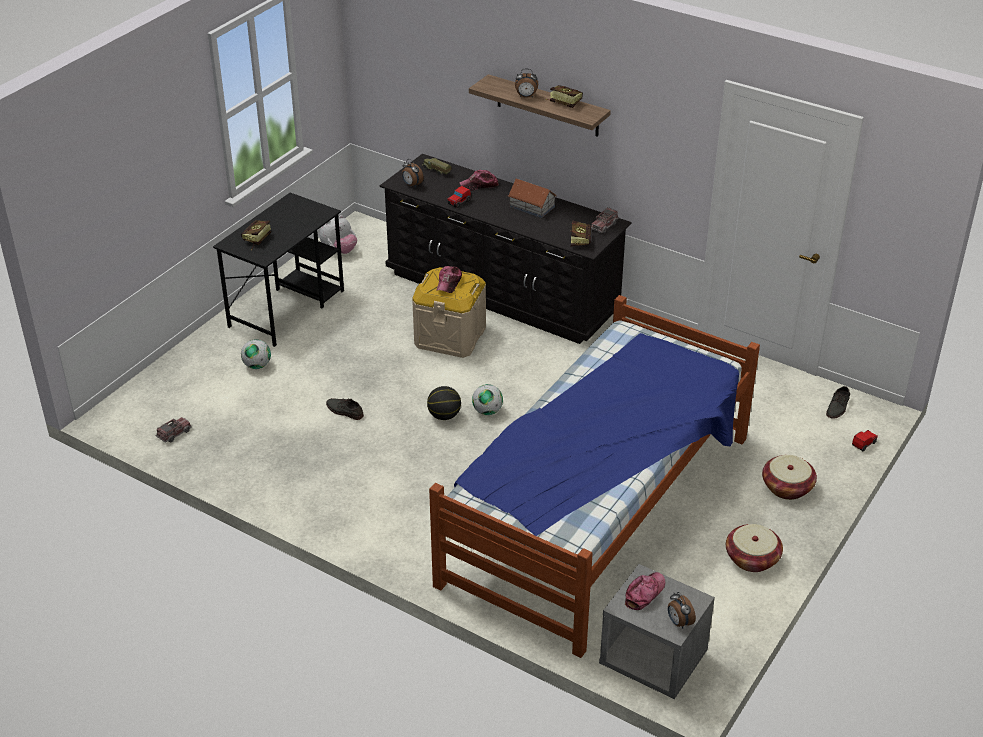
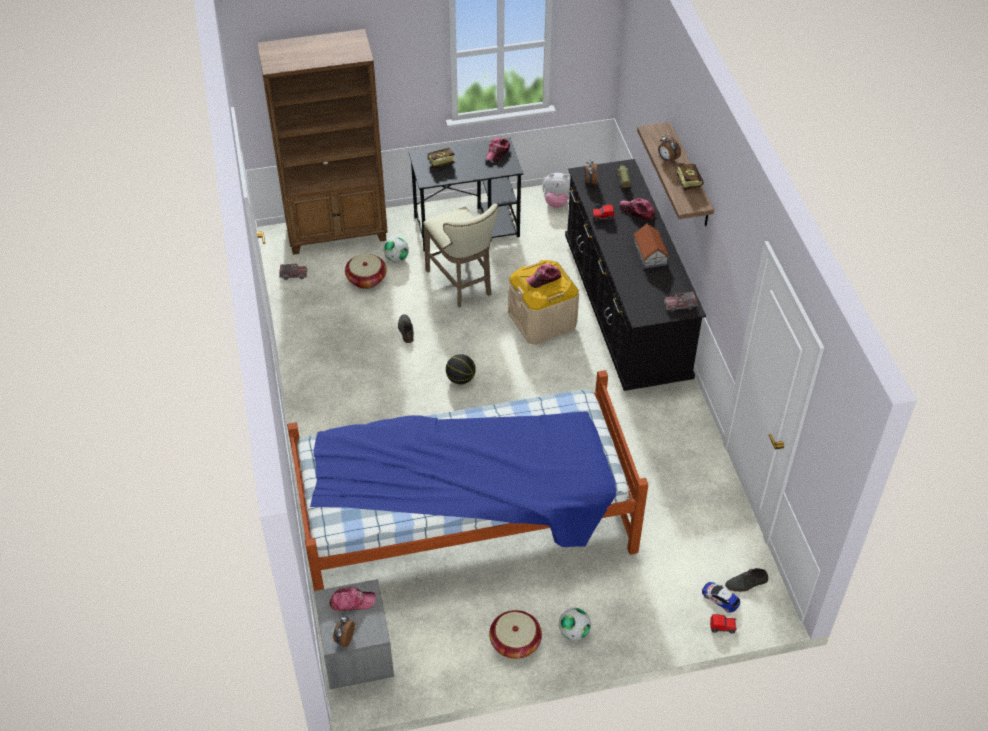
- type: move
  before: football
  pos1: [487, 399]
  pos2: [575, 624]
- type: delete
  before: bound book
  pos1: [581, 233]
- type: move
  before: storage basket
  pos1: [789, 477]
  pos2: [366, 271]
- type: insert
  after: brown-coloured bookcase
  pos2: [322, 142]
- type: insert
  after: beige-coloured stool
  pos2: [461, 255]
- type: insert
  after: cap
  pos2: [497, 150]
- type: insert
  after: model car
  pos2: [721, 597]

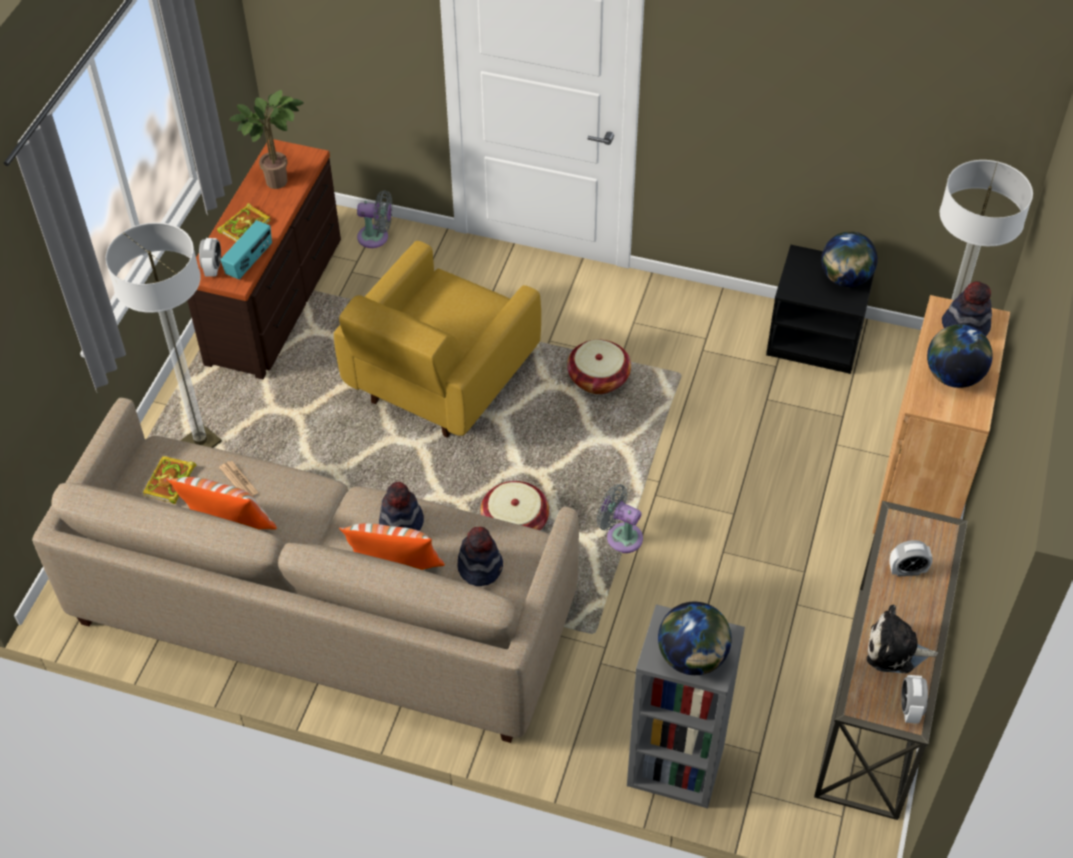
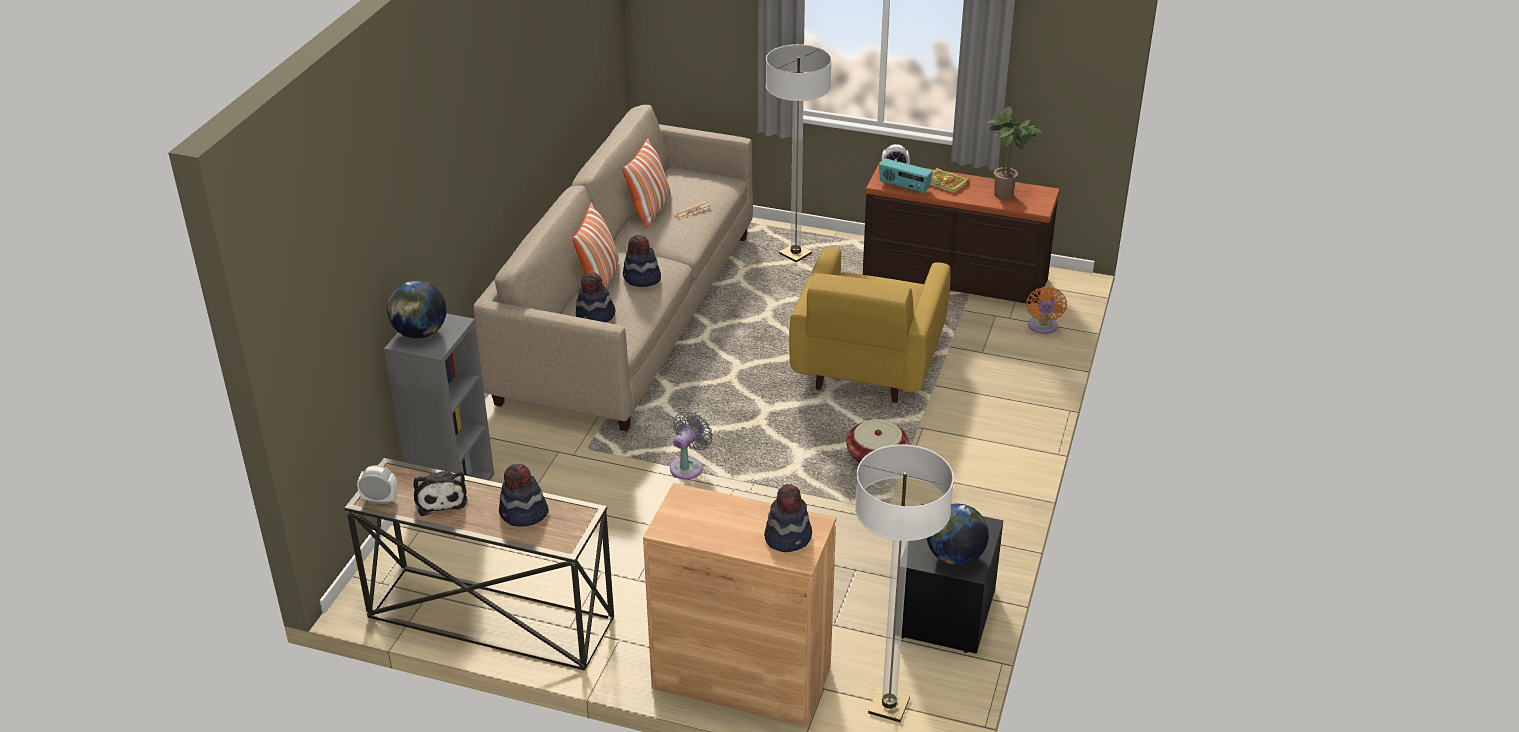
- type: delete
  before: bound book
  pos1: [169, 480]
- type: rotate
  before: yellowish lounge chair
  pos1: [437, 339]
  pos2: [869, 324]
  turn: -105
- type: recolor
  before: greyish fan
  after: orangey fan
  pos1: [374, 219]
  pos2: [1046, 310]
- type: delete
  before: storage basket
  pos1: [515, 505]
- type: rotate
  before: cuddly toy
  pos1: [902, 639]
  pos2: [440, 493]
  turn: 150
- type: replace
  before: table clock
  after: hat
  pos1: [911, 558]
  pos2: [524, 495]
- type: delete
  before: globe
  pos1: [960, 356]

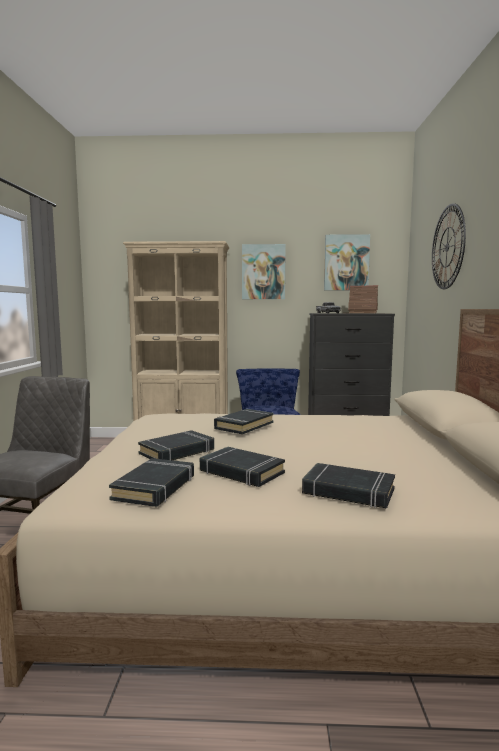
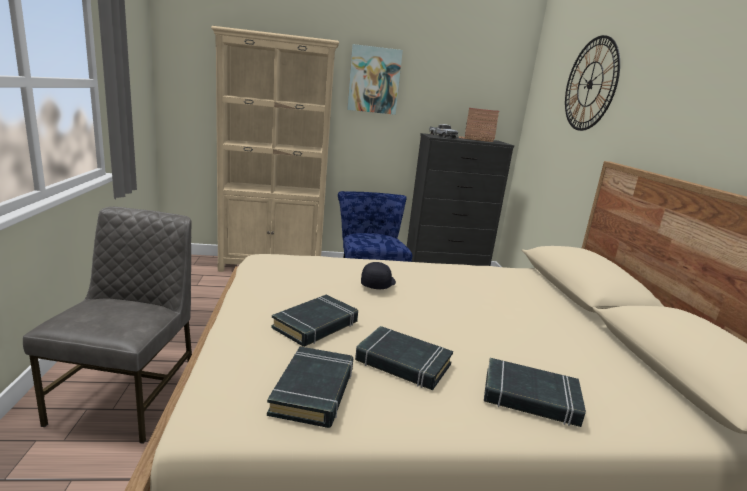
- type: replace
  before: blackish bound book
  after: blackish cap
  pos1: [244, 421]
  pos2: [378, 276]
- type: delete
  before: wall picture
  pos1: [347, 262]

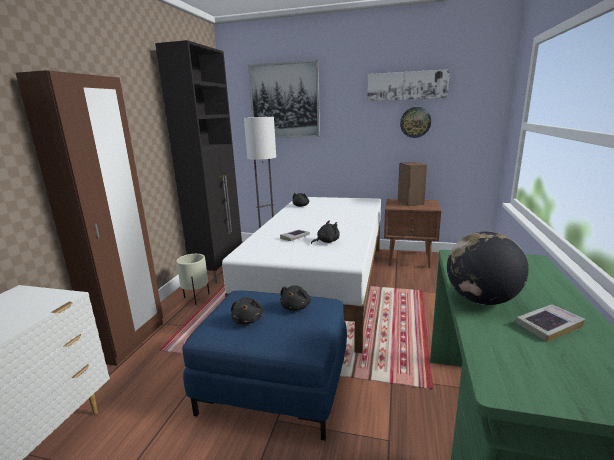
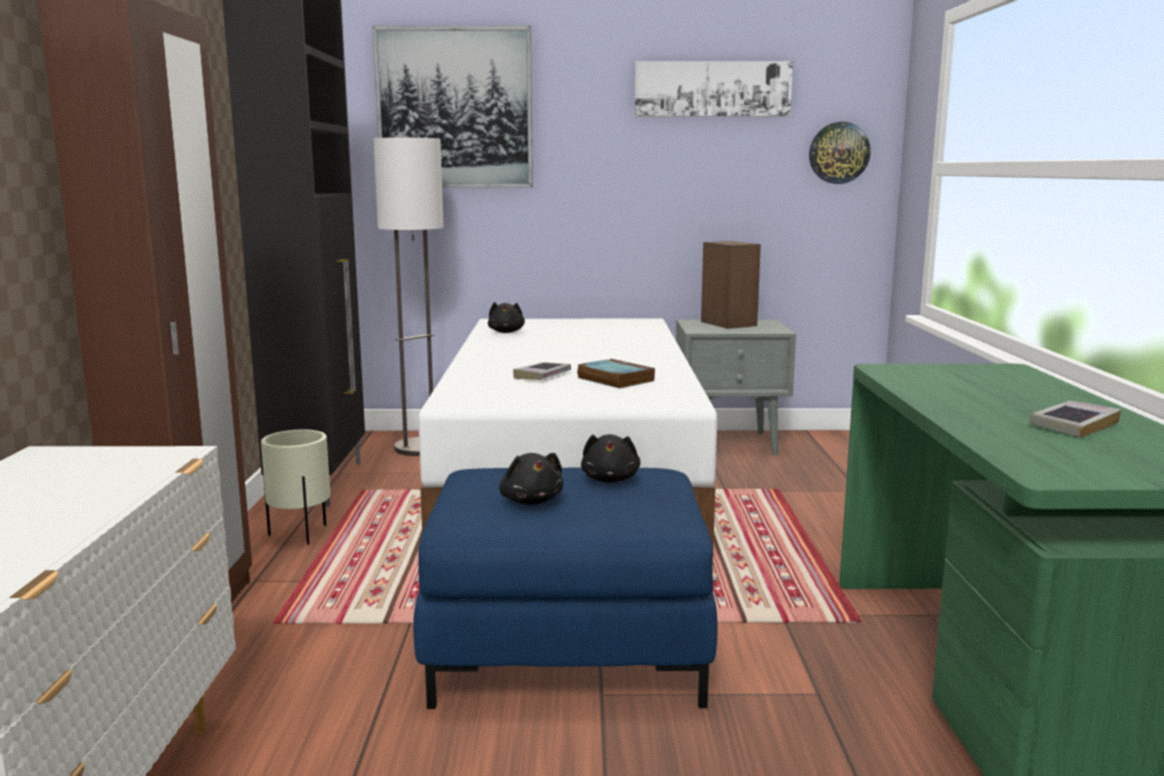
- type: replace
  before: blackish cuddly toy
  after: bound book
  pos1: [325, 232]
  pos2: [616, 373]
- type: recolor
  before: brown-coloured night table
  after: greyish night table
  pos1: [412, 233]
  pos2: [736, 387]
- type: move
  before: hanging clock
  pos1: [415, 122]
  pos2: [840, 153]
- type: delete
  before: globe
  pos1: [488, 268]

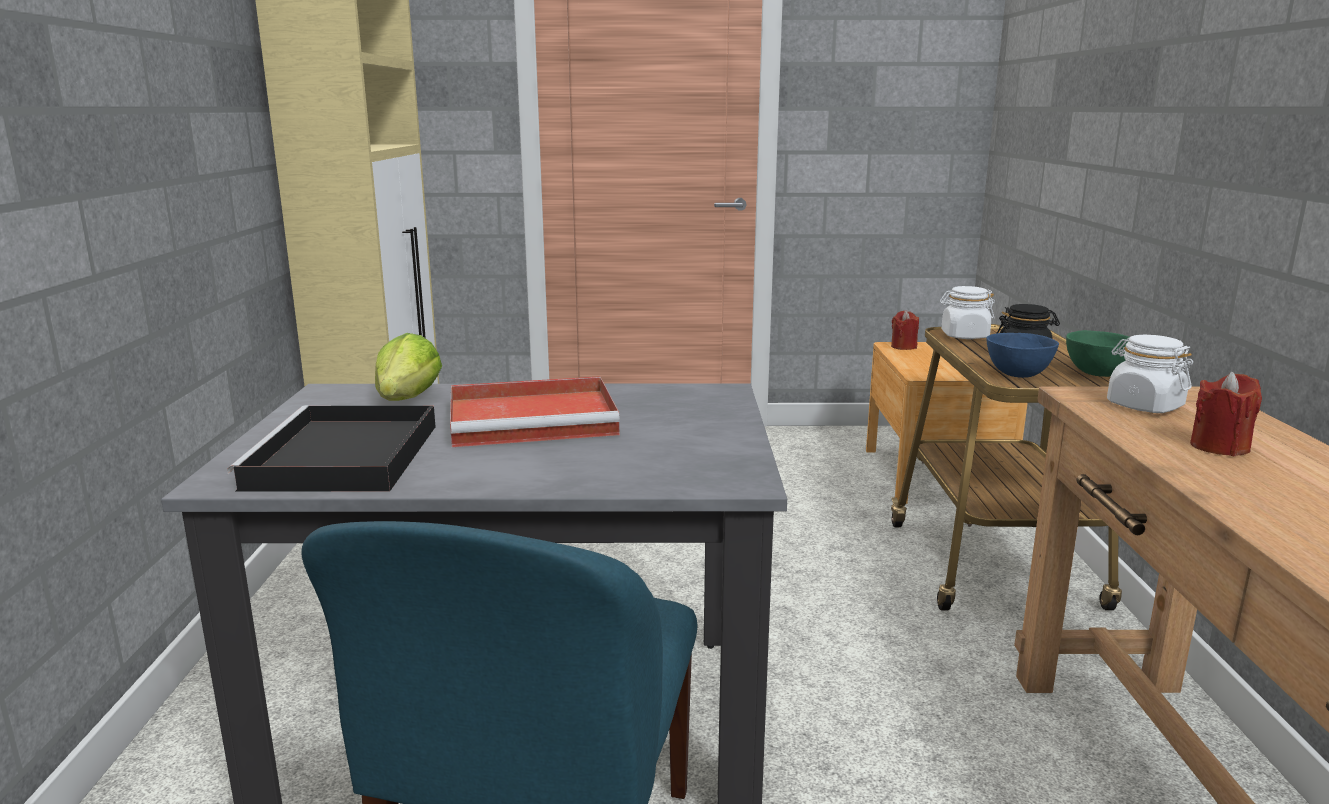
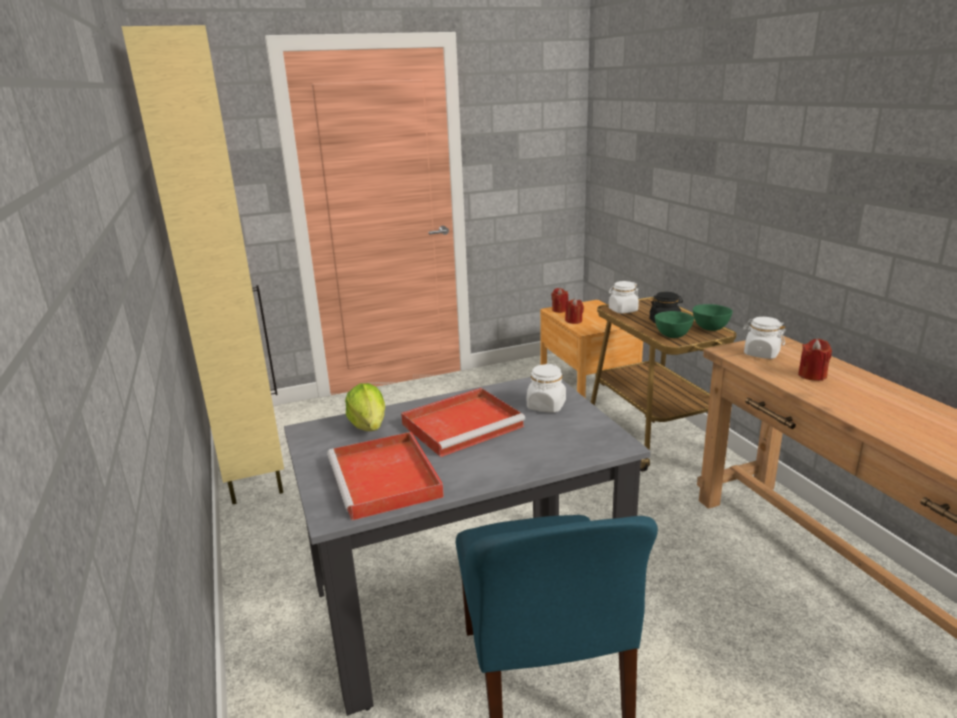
- type: recolor
  before: blackish carrying tray
  after: red-coloured carrying tray
  pos1: [331, 448]
  pos2: [385, 476]
- type: recolor
  before: blue-coloured bowl
  after: greenish bowl
  pos1: [1023, 355]
  pos2: [674, 324]
- type: insert
  after: whitish preserve jar
  pos2: [546, 388]
- type: insert
  after: red-coloured candle
  pos2: [574, 311]

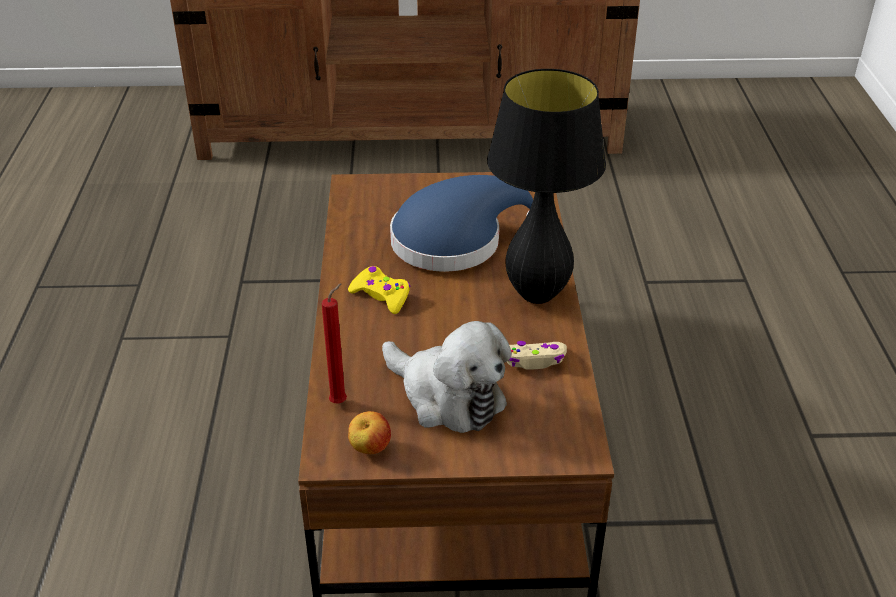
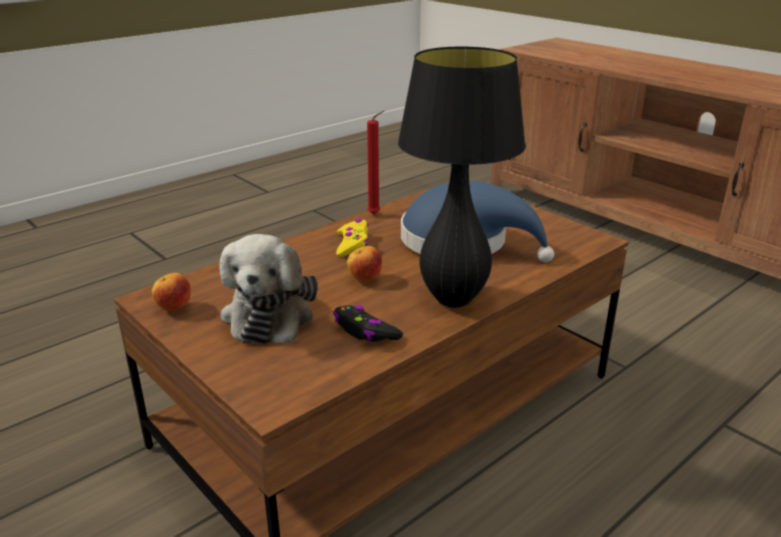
- type: move
  before: red-coloured candle
  pos1: [334, 343]
  pos2: [375, 162]
- type: recolor
  before: beige-coloured joypad
  after: blackish joypad
  pos1: [537, 355]
  pos2: [368, 323]
- type: insert
  after: apple fruit
  pos2: [364, 264]

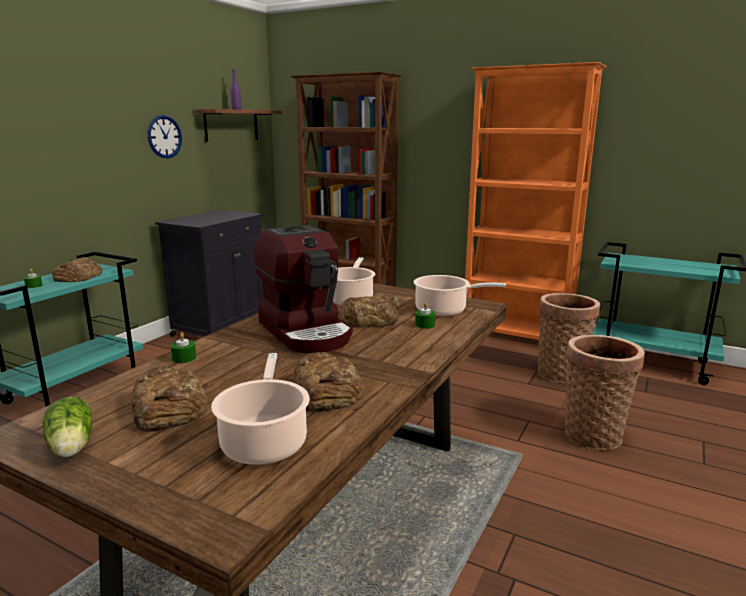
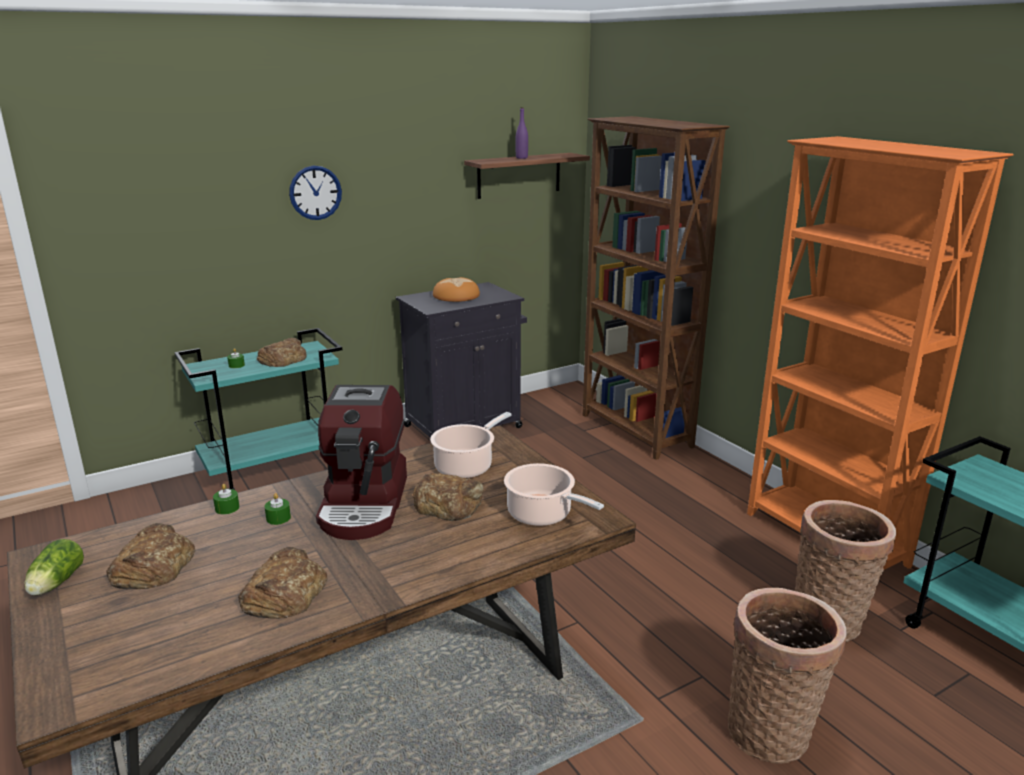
- type: move
  before: hanging clock
  pos1: [165, 136]
  pos2: [315, 193]
- type: delete
  before: stockpot
  pos1: [260, 409]
- type: move
  before: greenish candle
  pos1: [425, 315]
  pos2: [278, 509]
- type: insert
  after: bread
  pos2: [456, 289]

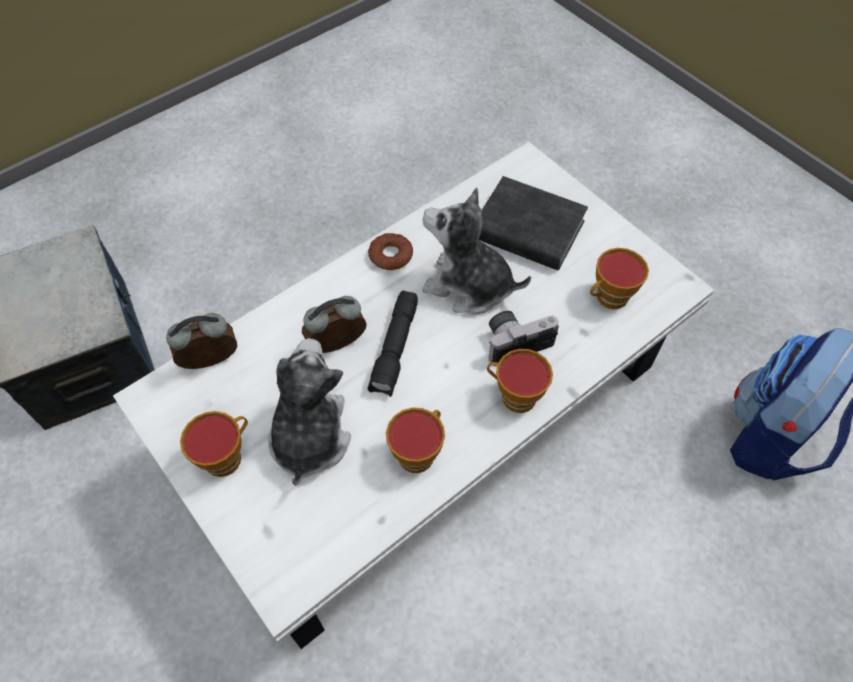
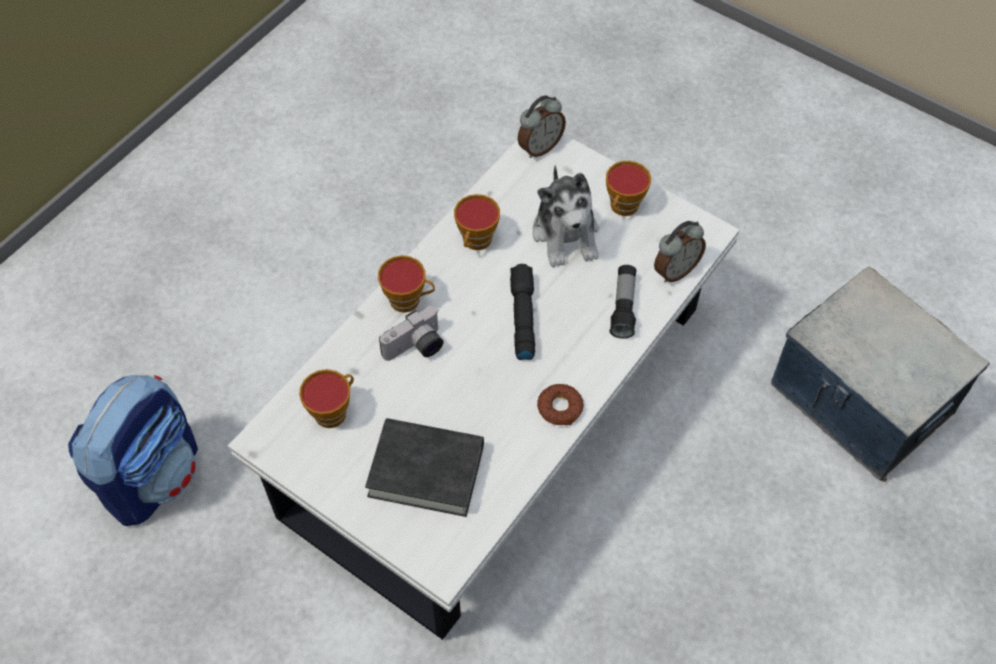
- type: move
  before: table clock
  pos1: [334, 324]
  pos2: [542, 126]
- type: delete
  before: cuddly toy
  pos1: [476, 251]
- type: insert
  after: torch
  pos2: [623, 302]

